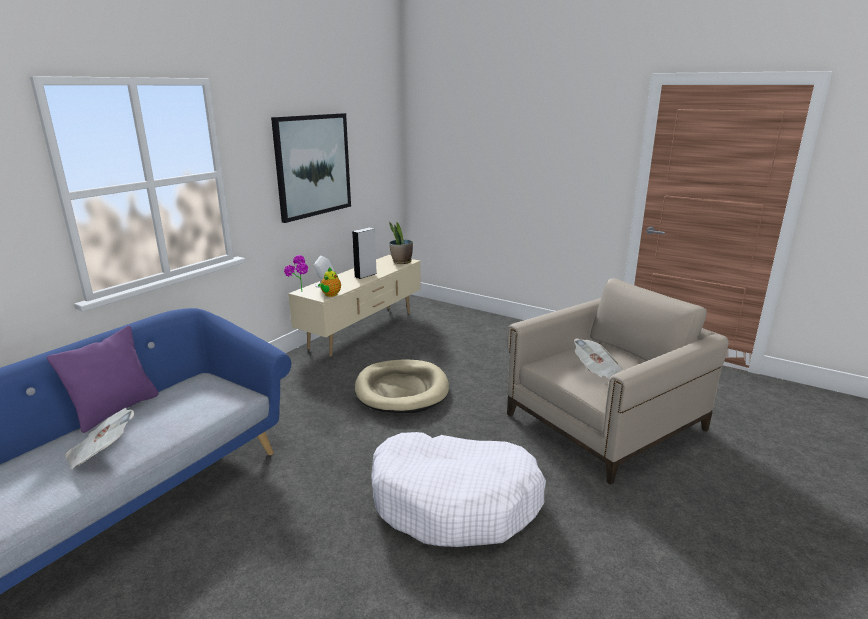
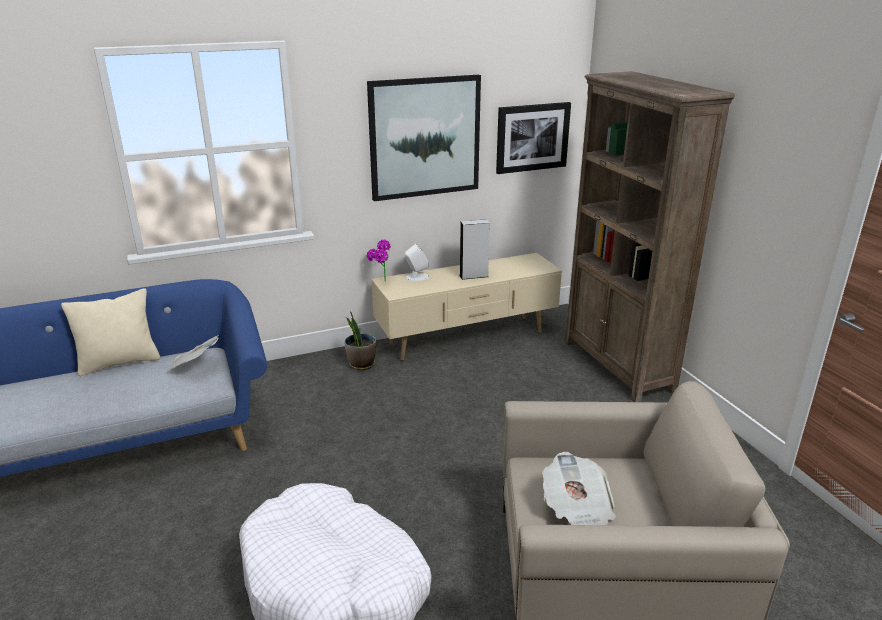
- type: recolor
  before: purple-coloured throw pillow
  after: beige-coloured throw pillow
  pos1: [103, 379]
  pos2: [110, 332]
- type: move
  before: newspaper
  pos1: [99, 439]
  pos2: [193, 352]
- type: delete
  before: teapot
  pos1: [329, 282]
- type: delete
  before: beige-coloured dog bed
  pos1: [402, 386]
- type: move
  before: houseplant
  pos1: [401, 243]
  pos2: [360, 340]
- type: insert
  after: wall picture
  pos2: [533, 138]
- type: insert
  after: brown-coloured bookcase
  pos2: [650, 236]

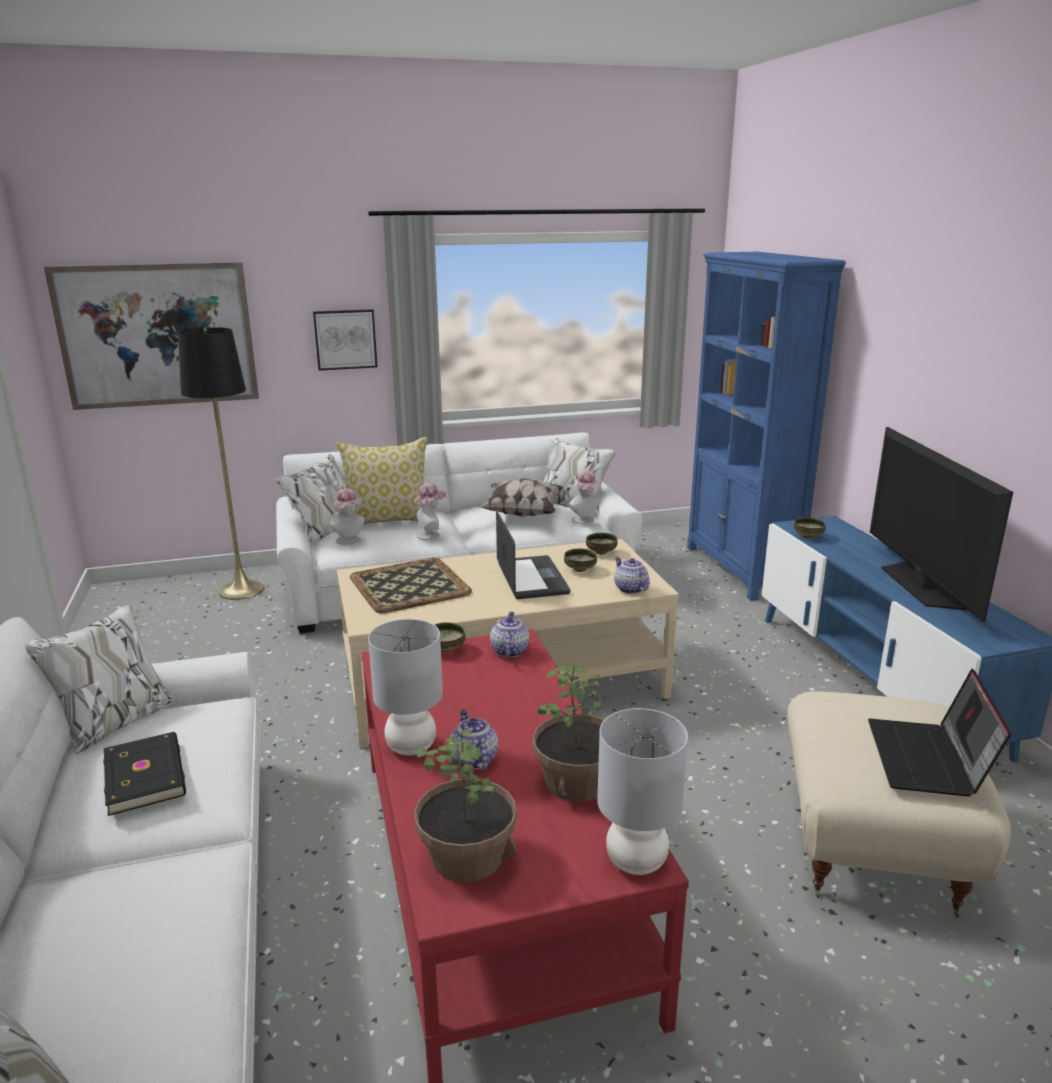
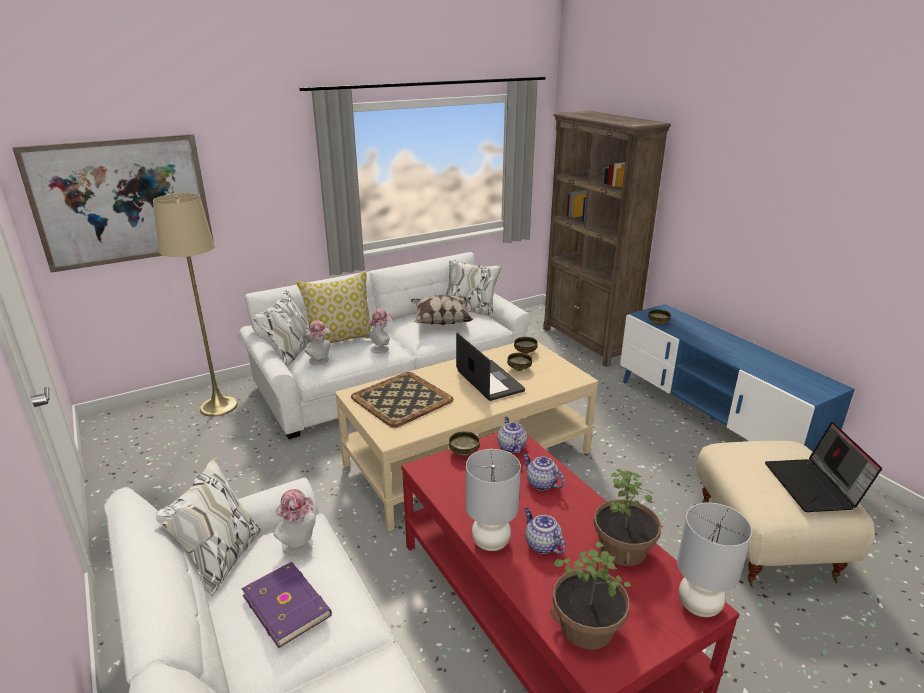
- type: recolor
  before: blackish bound book
  after: purple-coloured bound book
  pos1: [144, 774]
  pos2: [286, 605]
- type: recolor
  before: blackish standing lamp
  after: beige-coloured standing lamp
  pos1: [221, 463]
  pos2: [195, 305]
- type: delete
  before: wall picture
  pos1: [345, 340]
- type: move
  before: hat
  pos1: [585, 497]
  pos2: [295, 522]
- type: move
  before: teapot
  pos1: [632, 575]
  pos2: [544, 472]
- type: recolor
  before: blue-coloured bookcase
  after: brown-coloured bookcase
  pos1: [766, 426]
  pos2: [607, 238]
- type: delete
  before: television
  pos1: [941, 524]

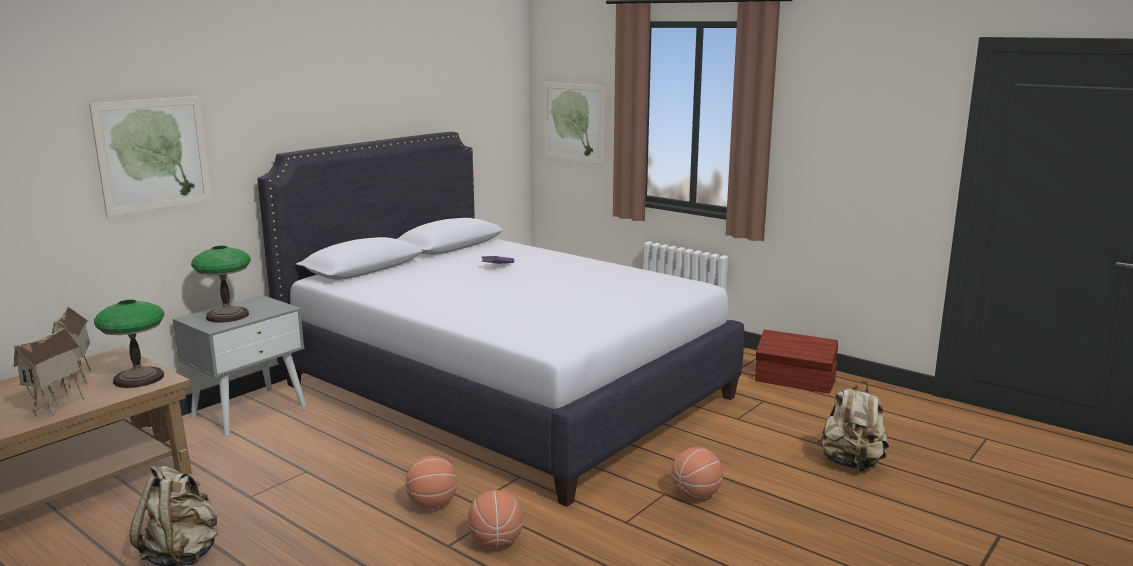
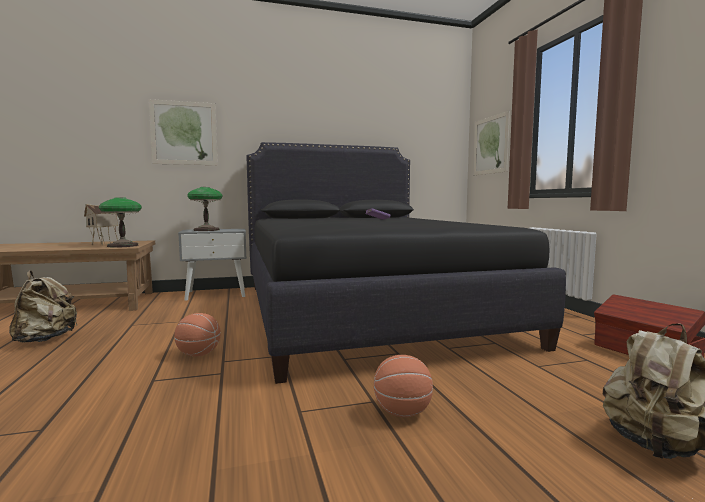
- type: delete
  before: miniature house
  pos1: [49, 372]
- type: recolor
  before: whitish sleeping bed
  after: blackish sleeping bed
  pos1: [500, 319]
  pos2: [406, 263]
- type: delete
  before: ball for basketball
  pos1: [495, 519]

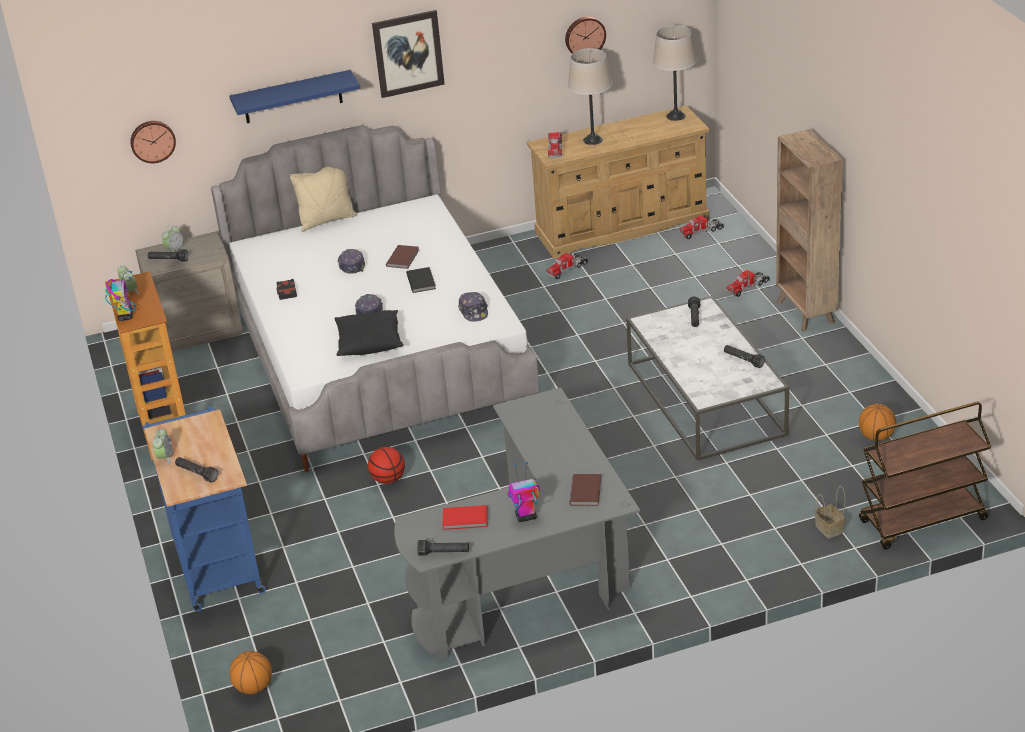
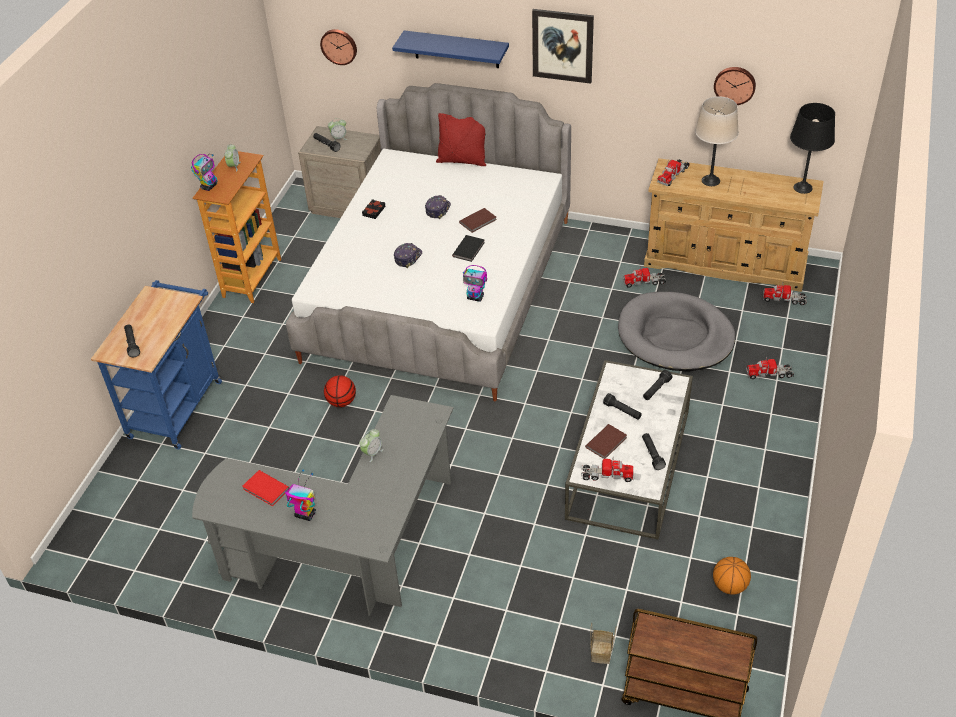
- type: move
  before: table clock
  pos1: [163, 446]
  pos2: [371, 445]
- type: delete
  before: ball for basketball
  pos1: [250, 672]
- type: recolor
  before: beige-coloured throw pillow
  after: red-coloured throw pillow
  pos1: [323, 199]
  pos2: [461, 139]
- type: delete
  before: blackish throw pillow
  pos1: [369, 333]
- type: move
  before: blackish torch
  pos1: [443, 547]
  pos2: [622, 406]
- type: replace
  before: cap
  after: toy robot
  pos1: [473, 307]
  pos2: [475, 283]
- type: move
  before: brown-coloured bound book
  pos1: [585, 490]
  pos2: [606, 441]
- type: recolor
  before: beige-coloured tabletop lamp
  after: blackish tabletop lamp
  pos1: [675, 73]
  pos2: [812, 148]
- type: delete
  before: brown-coloured bookcase
  pos1: [809, 230]
- type: insert
  after: toy truck
  pos2: [607, 470]
- type: insert
  after: greyish dog bed
  pos2: [677, 331]

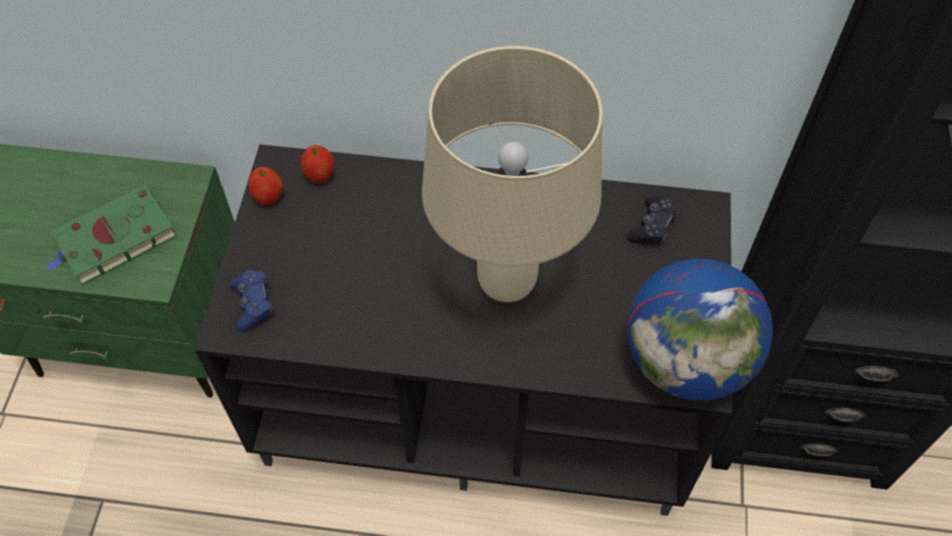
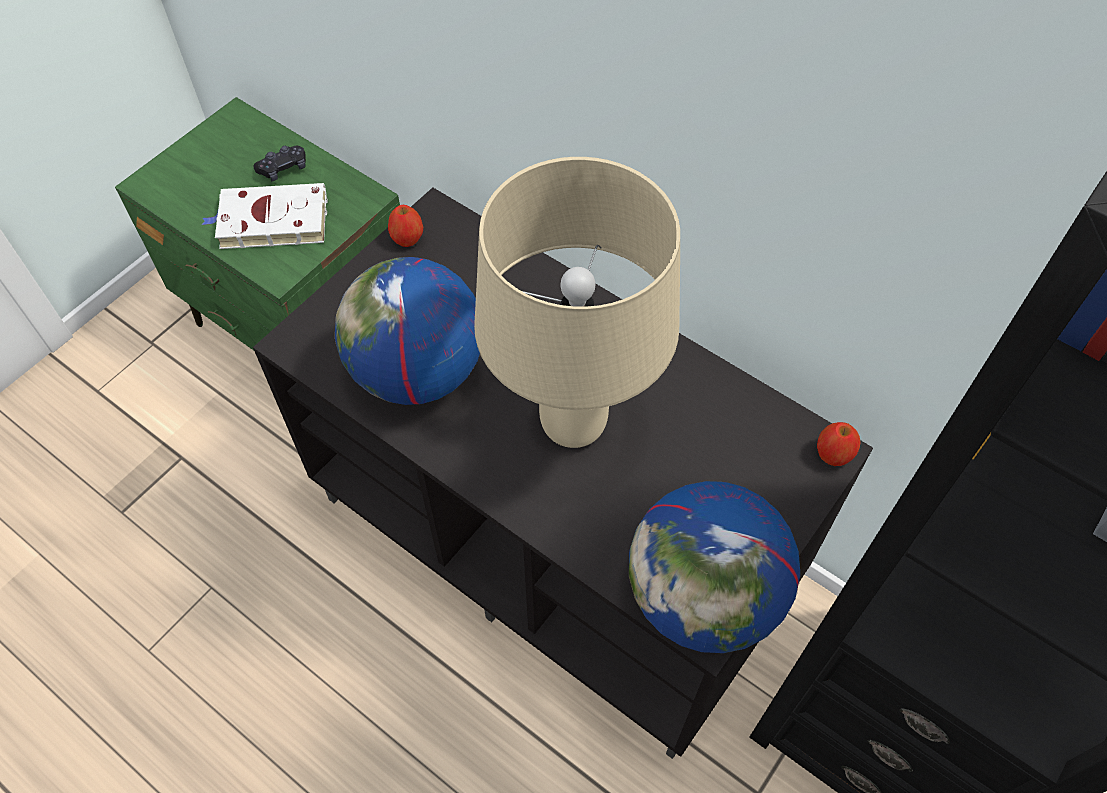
- type: recolor
  before: greenish bound book
  after: whitish bound book
  pos1: [111, 235]
  pos2: [265, 216]
- type: delete
  before: blue-coloured joypad
  pos1: [251, 300]
- type: move
  before: apple fruit
  pos1: [317, 164]
  pos2: [839, 444]
- type: move
  before: blackish joypad
  pos1: [653, 220]
  pos2: [279, 163]
- type: insert
  after: globe
  pos2: [407, 331]

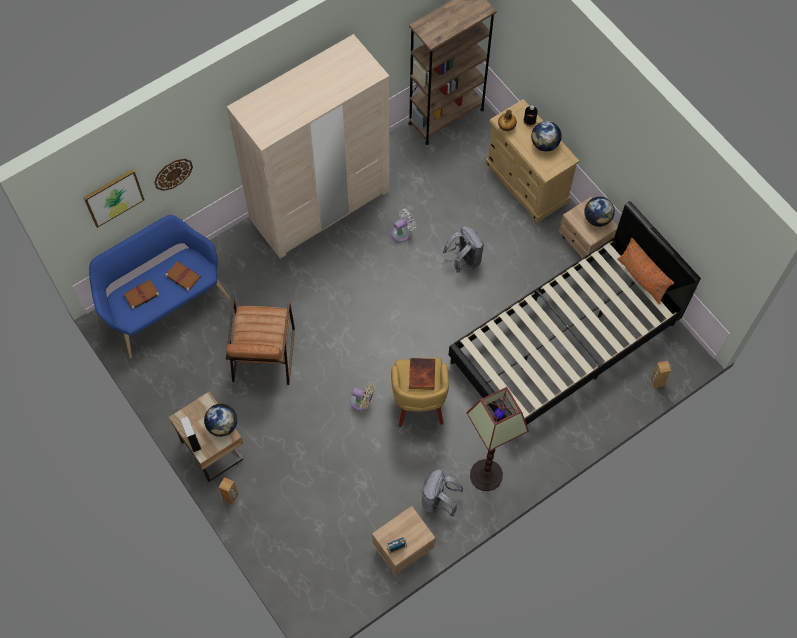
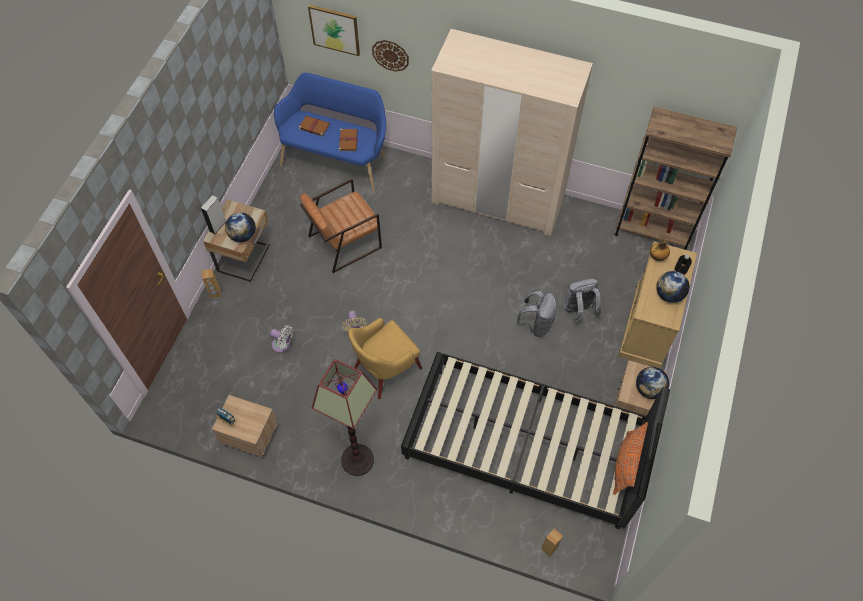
- type: move
  before: whitish fan
  pos1: [404, 225]
  pos2: [281, 339]
- type: delete
  before: bound book
  pos1: [422, 374]
- type: move
  before: greyish backpack
  pos1: [442, 493]
  pos2: [582, 301]

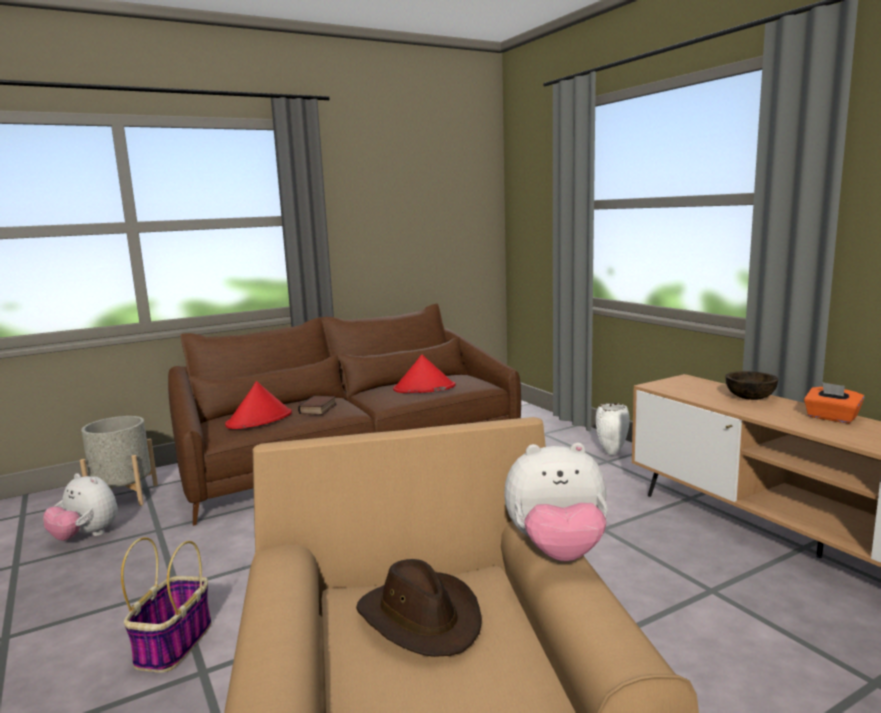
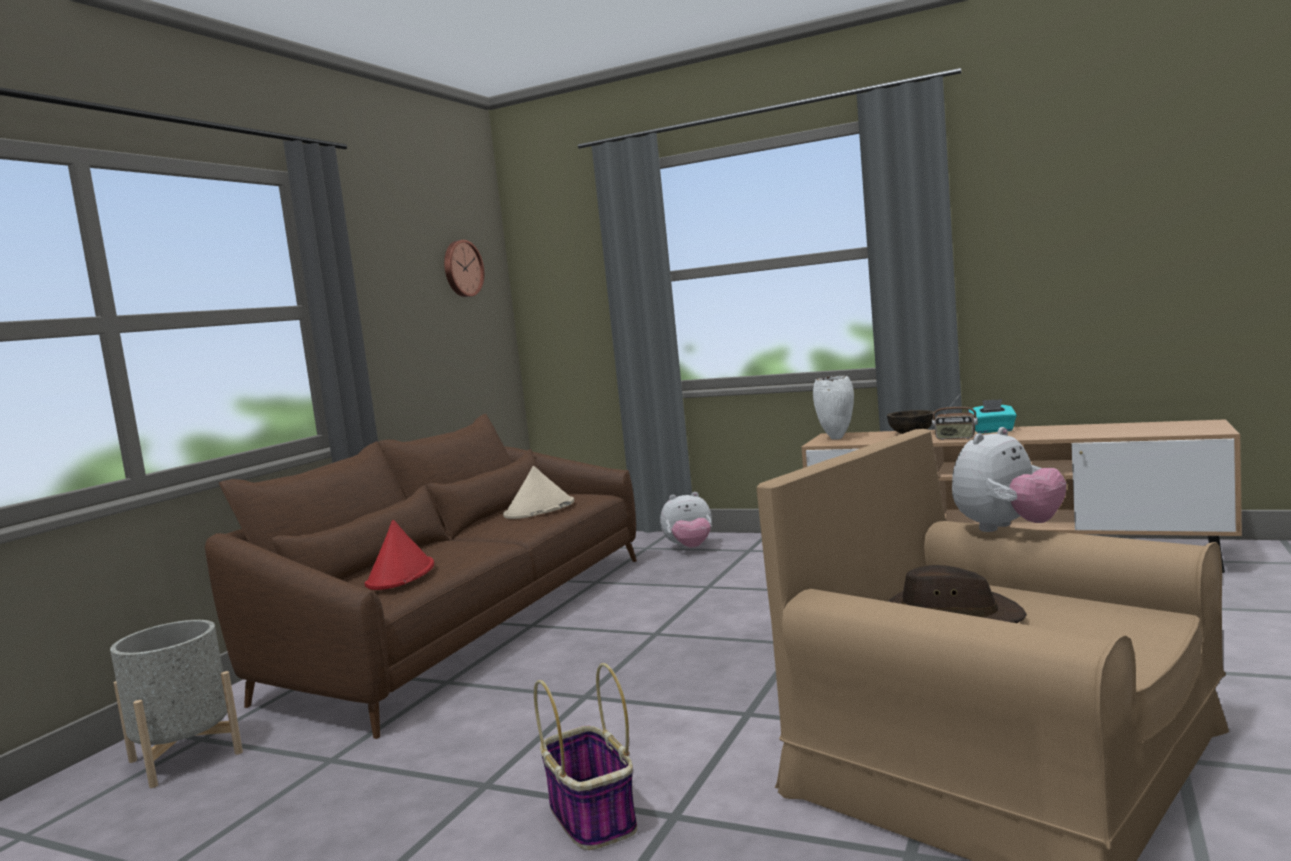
- type: move
  before: cuddly toy
  pos1: [80, 507]
  pos2: [686, 520]
- type: delete
  before: bound book
  pos1: [317, 405]
- type: recolor
  before: red-coloured hat
  after: beige-coloured hat
  pos1: [424, 374]
  pos2: [538, 492]
- type: move
  before: whitish decorative vase
  pos1: [613, 429]
  pos2: [833, 408]
- type: recolor
  before: orangey box of tissues
  after: turquoise-coloured box of tissues
  pos1: [834, 403]
  pos2: [992, 416]
- type: insert
  after: hanging clock
  pos2: [464, 268]
- type: insert
  after: radio
  pos2: [955, 417]

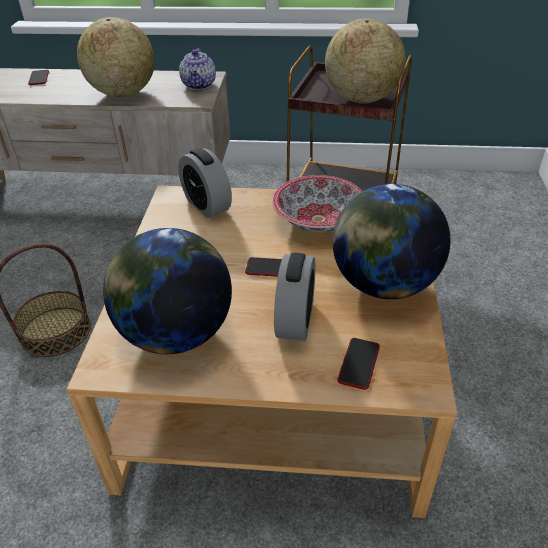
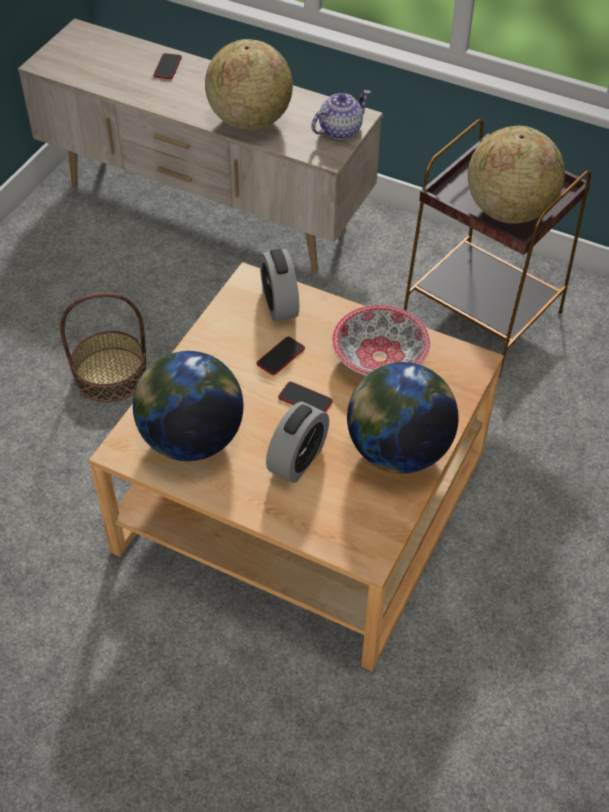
- type: rotate
  before: teapot
  pos1: [197, 69]
  pos2: [340, 114]
  turn: -150
- type: move
  before: handset
  pos1: [358, 364]
  pos2: [280, 356]

